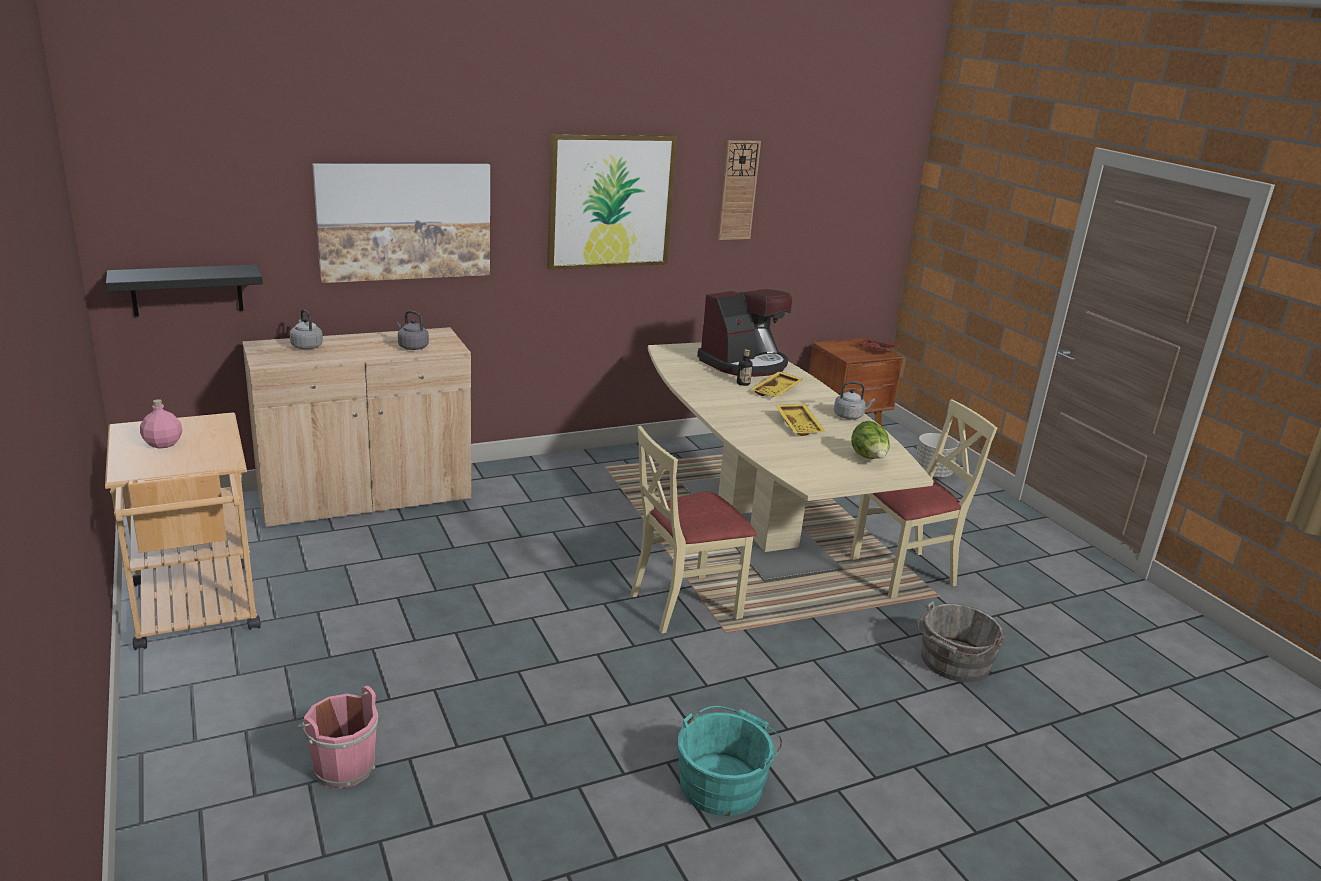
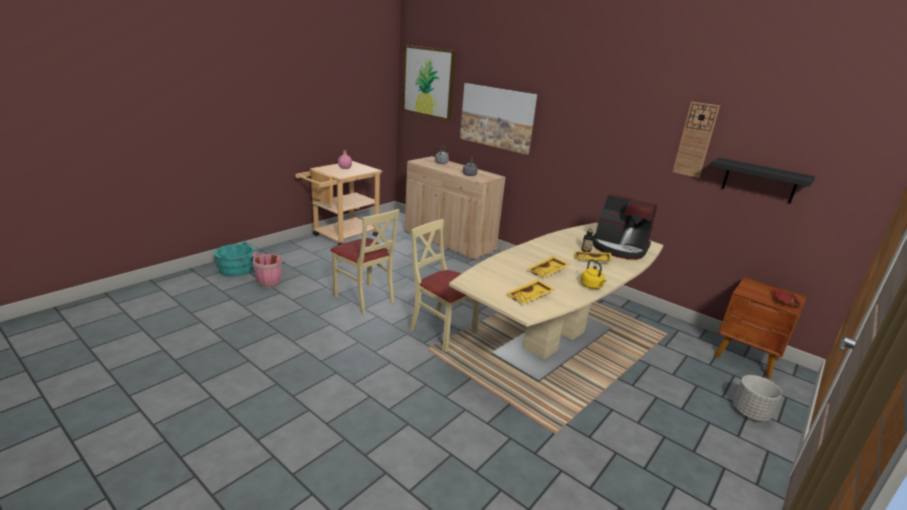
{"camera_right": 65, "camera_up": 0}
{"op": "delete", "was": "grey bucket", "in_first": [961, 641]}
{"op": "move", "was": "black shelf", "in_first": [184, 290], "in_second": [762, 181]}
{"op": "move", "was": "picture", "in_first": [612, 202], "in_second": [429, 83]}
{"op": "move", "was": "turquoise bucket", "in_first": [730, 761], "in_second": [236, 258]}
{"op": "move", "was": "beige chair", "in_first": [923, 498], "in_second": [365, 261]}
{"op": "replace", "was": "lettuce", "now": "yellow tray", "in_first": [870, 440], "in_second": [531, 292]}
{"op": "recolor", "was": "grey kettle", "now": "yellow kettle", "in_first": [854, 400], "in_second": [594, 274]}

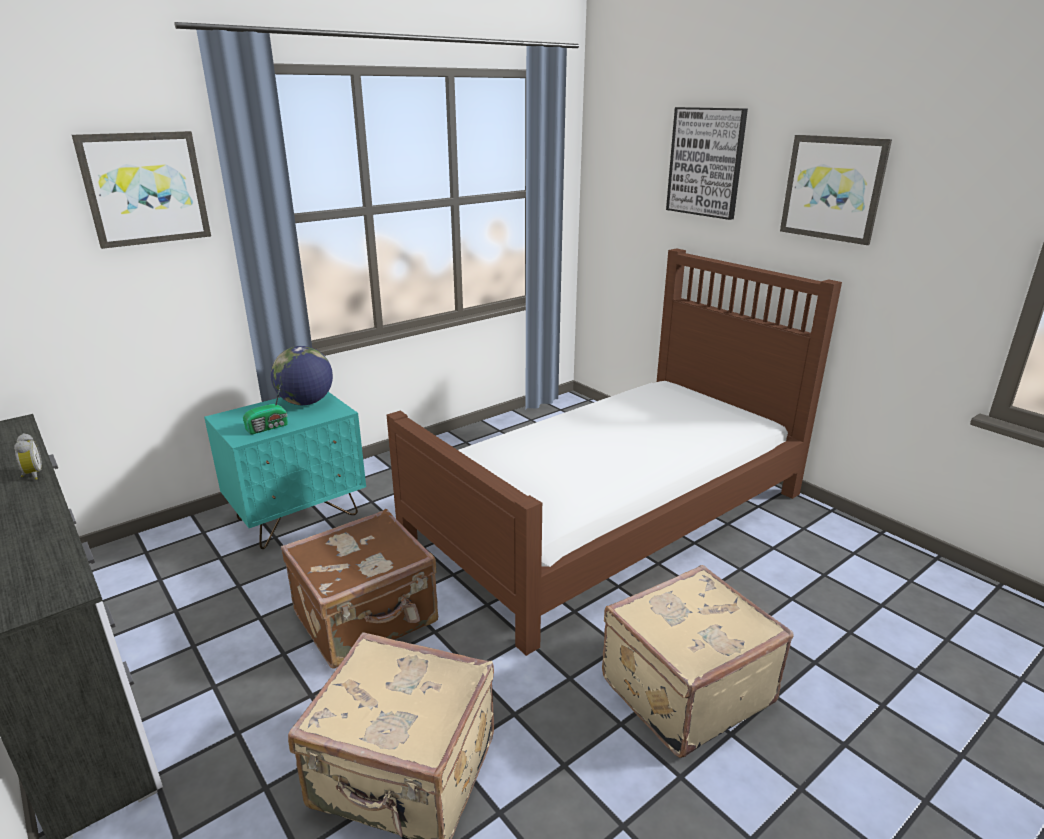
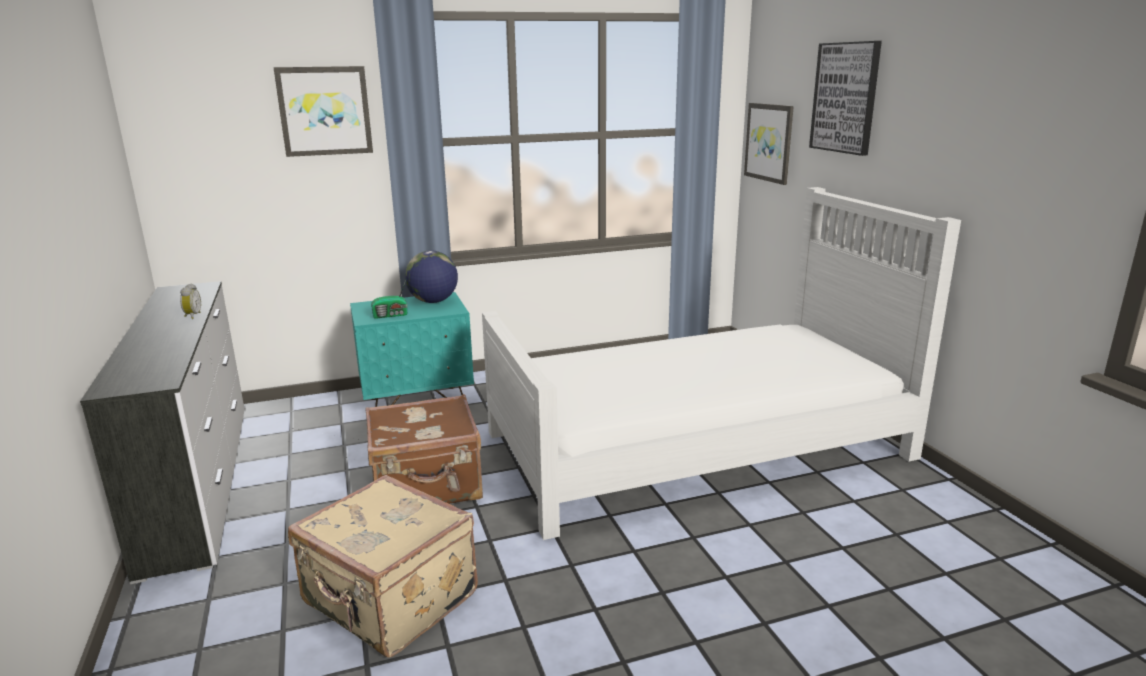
{"camera_right": 20, "camera_up": -5}
{"op": "delete", "was": "beige suitcase", "in_first": [697, 661]}
{"op": "move", "was": "picture", "in_first": [836, 190], "in_second": [769, 144]}
{"op": "recolor", "was": "brown bed", "now": "white bed", "in_first": [614, 452], "in_second": [721, 363]}

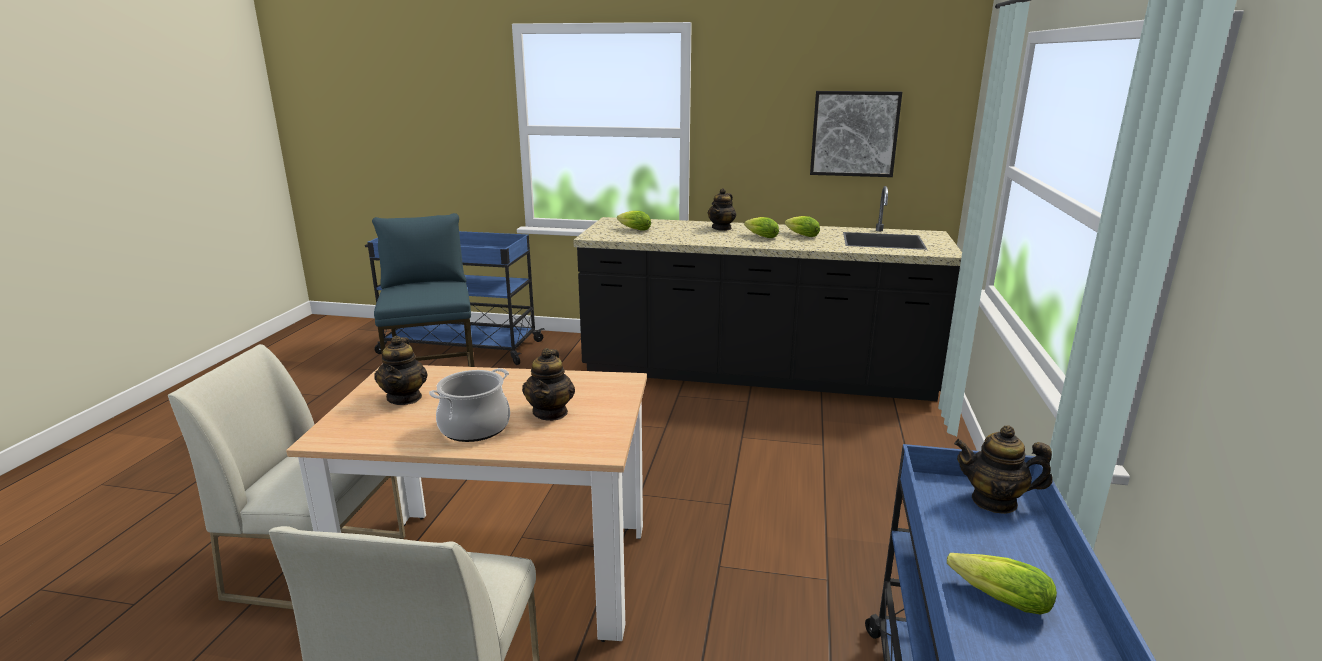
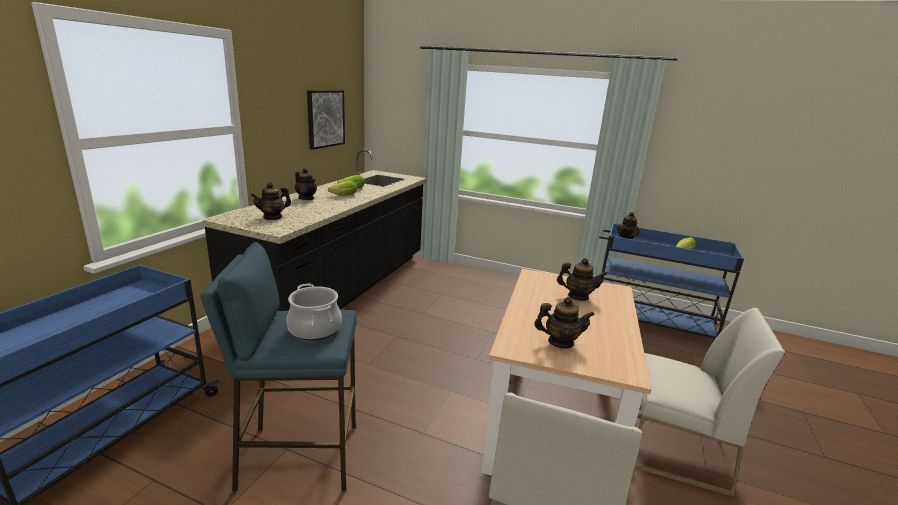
{"camera_right": -80, "camera_up": 0}
{"op": "move", "was": "cooking pot", "in_first": [469, 405], "in_second": [314, 312]}
{"op": "replace", "was": "lettuce", "now": "teapot", "in_first": [634, 221], "in_second": [271, 201]}

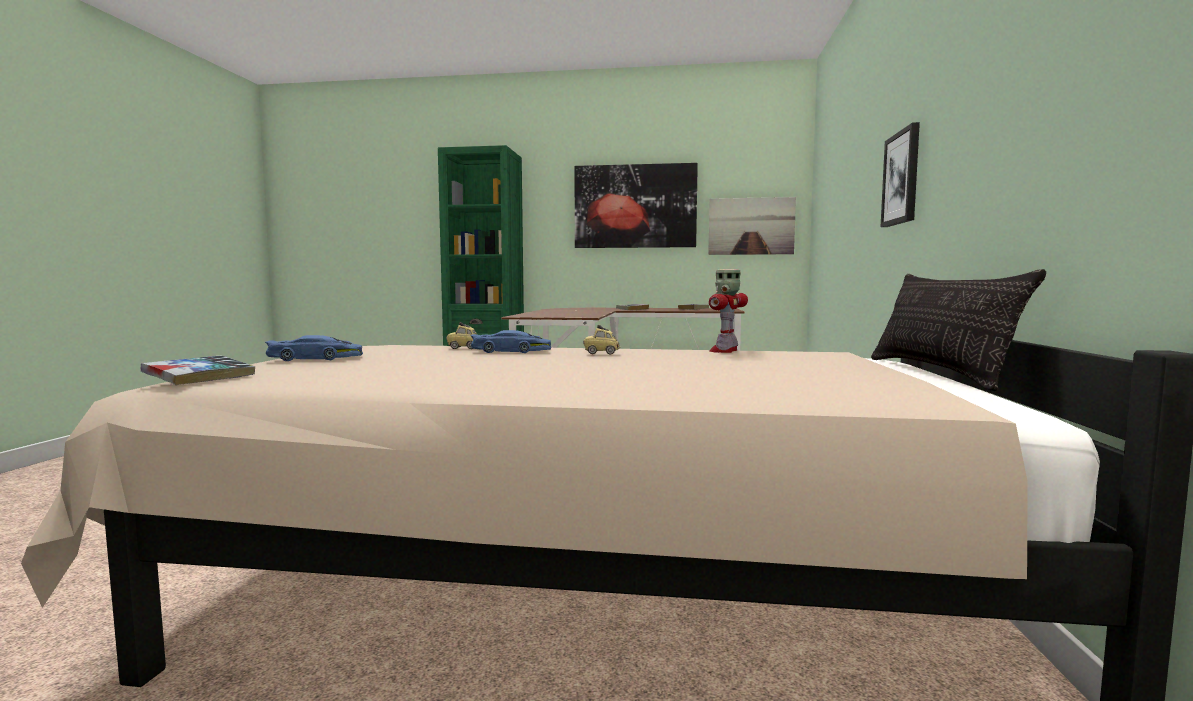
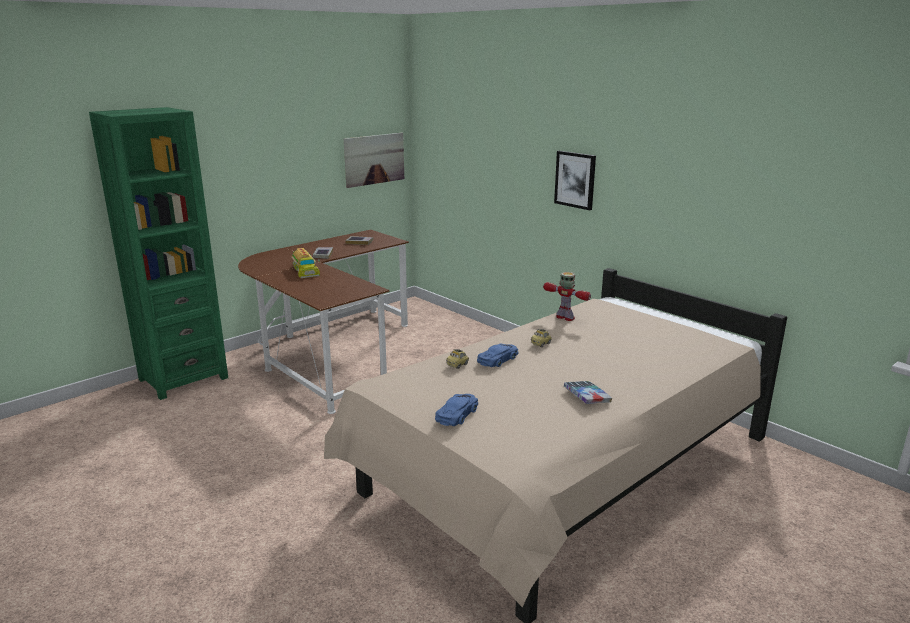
{"camera_right": -50, "camera_up": 15}
{"op": "delete", "was": "picture", "in_first": [636, 205]}
{"op": "delete", "was": "pillow", "in_first": [958, 330]}
{"op": "insert", "now": "toy truck", "in_second": [305, 263]}
{"op": "move", "was": "book", "in_first": [198, 370], "in_second": [588, 392]}
{"op": "rotate", "was": "toy robot", "in_first": [728, 311], "in_second": [567, 296], "clockwise": 150}

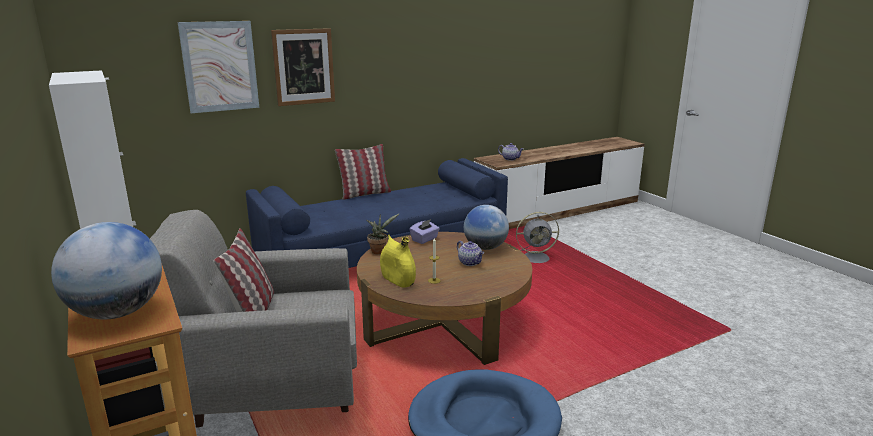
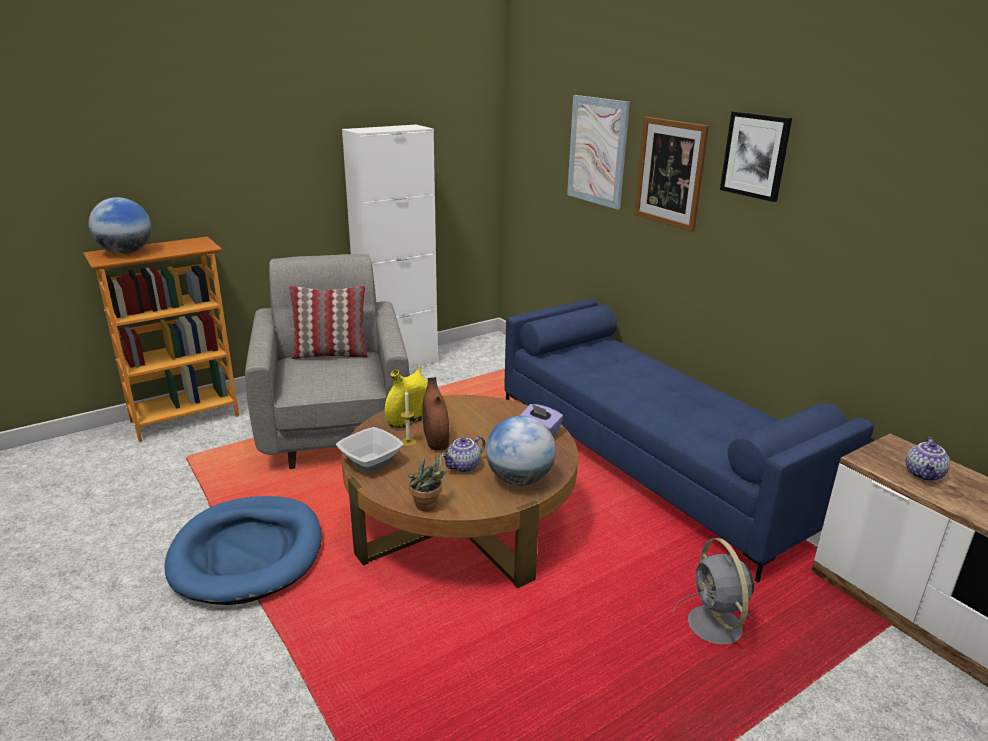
{"camera_right": 85, "camera_up": 5}
{"op": "delete", "was": "pillow", "in_first": [363, 172]}
{"op": "insert", "now": "bowl", "in_second": [370, 450]}
{"op": "insert", "now": "brown vase", "in_second": [435, 413]}
{"op": "insert", "now": "picture", "in_second": [756, 156]}
{"op": "move", "was": "potted plant", "in_first": [382, 234], "in_second": [428, 482]}

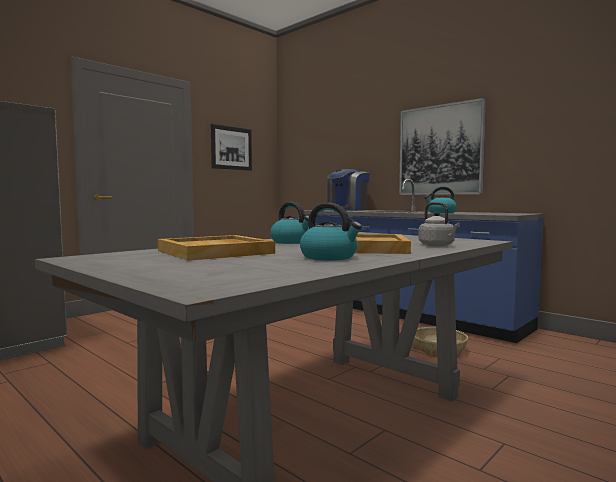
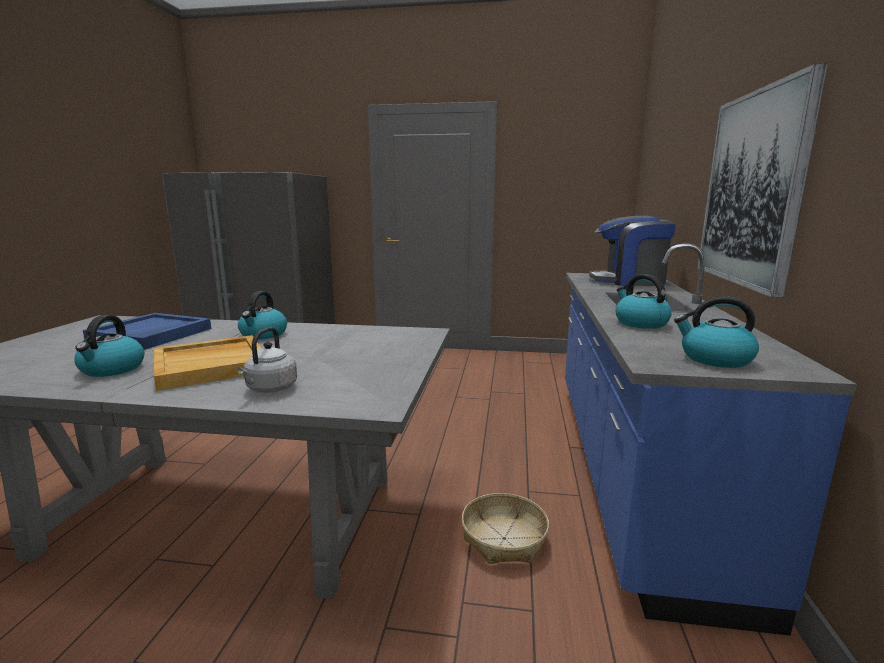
{"camera_right": 55, "camera_up": 10}
{"op": "delete", "was": "picture", "in_first": [231, 147]}
{"op": "insert", "now": "kettle", "in_second": [716, 332]}
{"op": "recolor", "was": "beige tray", "now": "blue tray", "in_first": [216, 248], "in_second": [147, 331]}

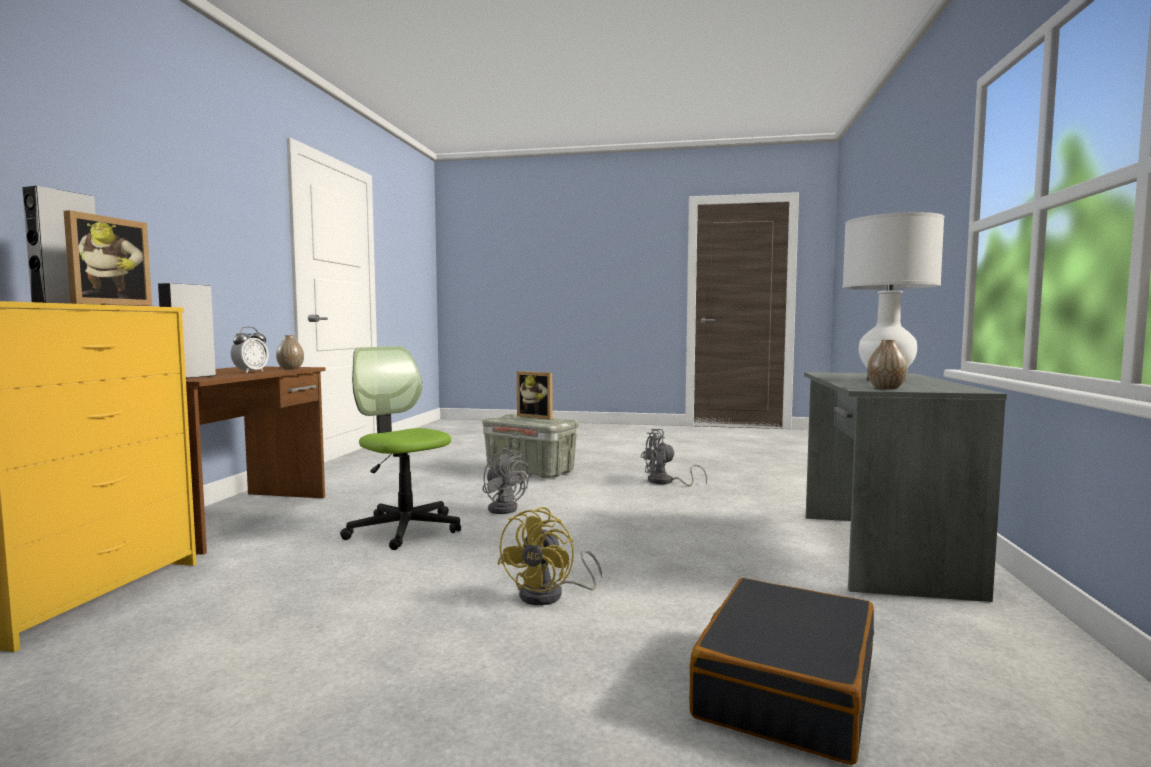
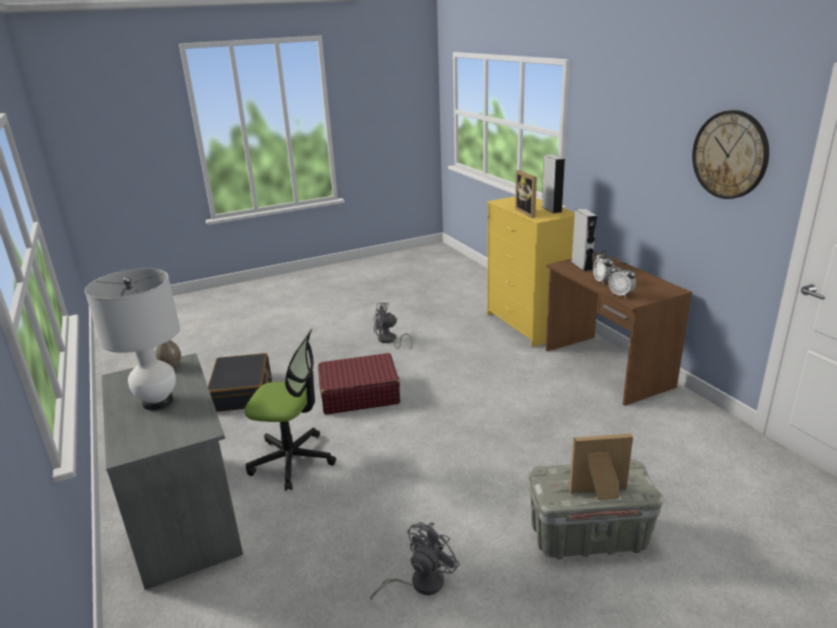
{"camera_right": 145, "camera_up": 20}
{"op": "insert", "now": "wall clock", "in_second": [730, 154]}
{"op": "move", "was": "office chair", "in_first": [400, 448], "in_second": [290, 410]}
{"op": "move", "was": "grey fan", "in_first": [505, 481], "in_second": [393, 325]}
{"op": "replace", "was": "vase", "now": "alarm clock", "in_first": [290, 352], "in_second": [622, 280]}
{"op": "replace", "was": "yellow fan", "now": "red suitcase", "in_first": [549, 556], "in_second": [359, 383]}

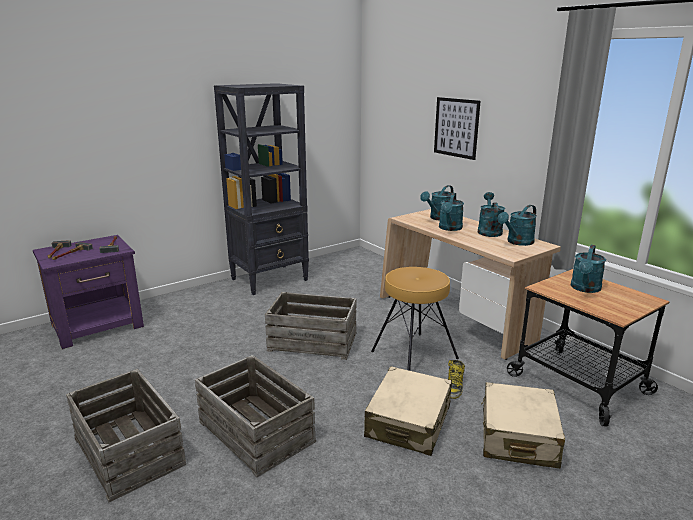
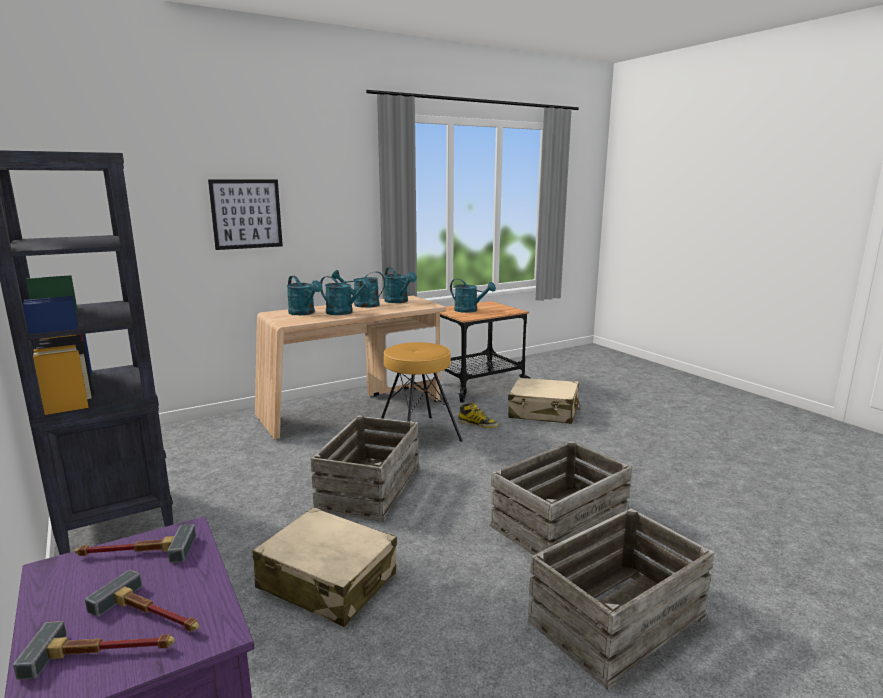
{"camera_right": -85, "camera_up": -5}
{"op": "move", "was": "beige suitcase", "in_first": [408, 411], "in_second": [325, 567]}

